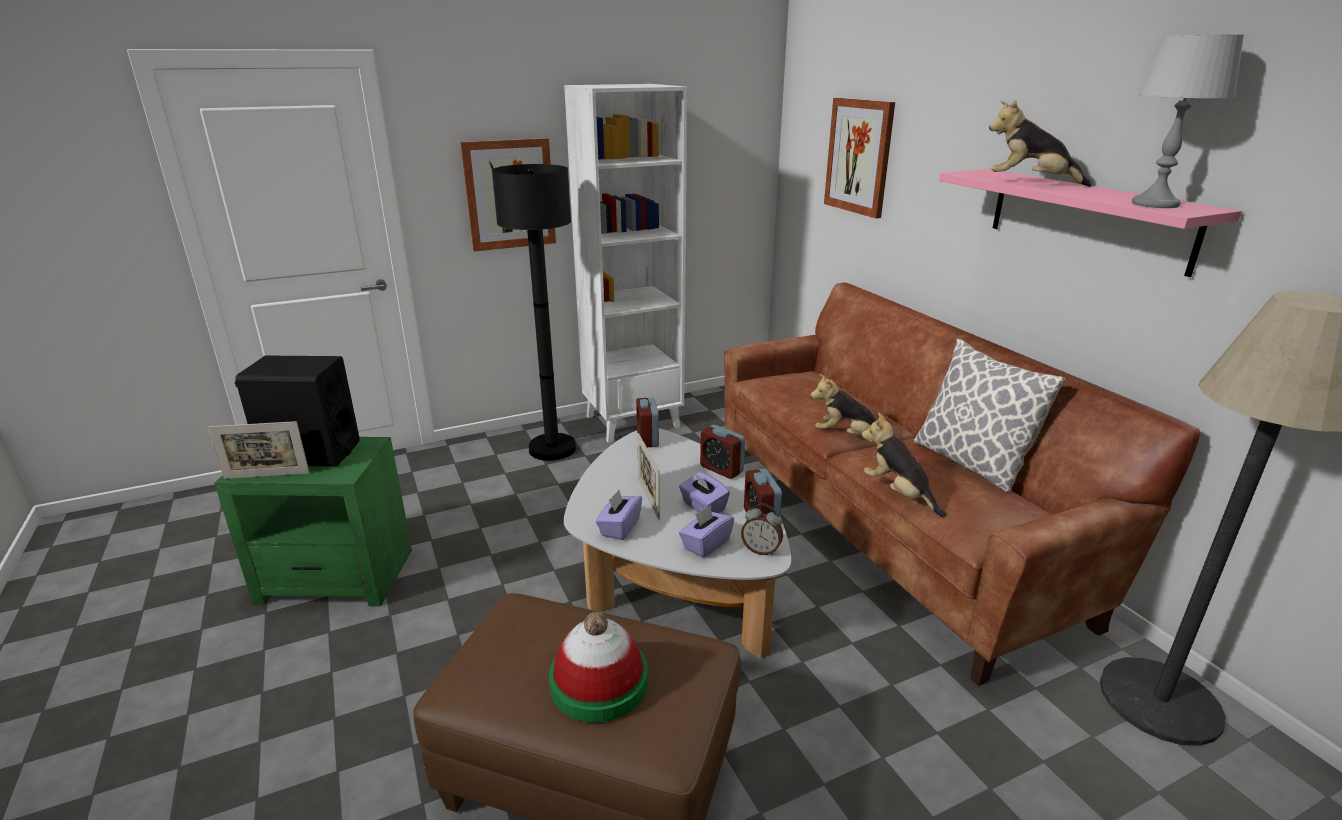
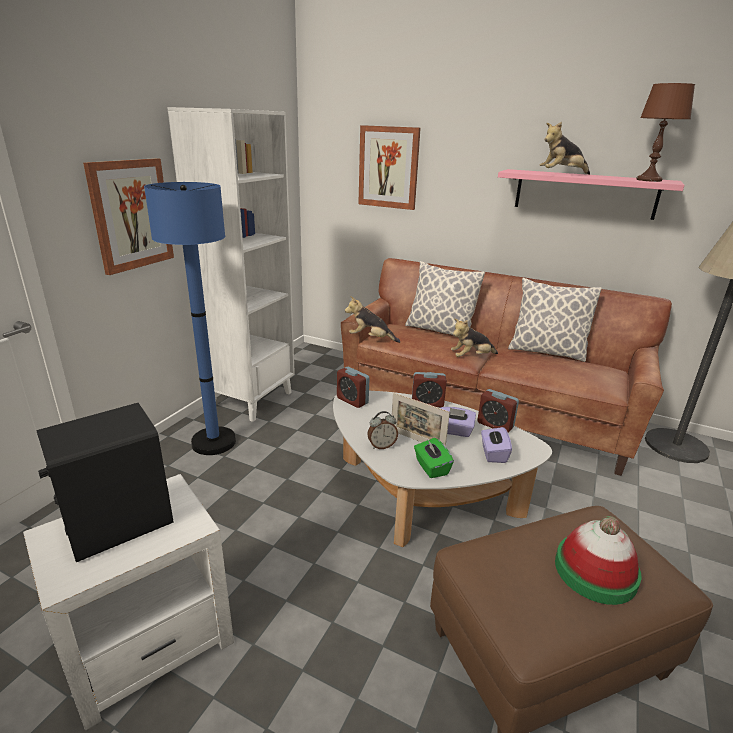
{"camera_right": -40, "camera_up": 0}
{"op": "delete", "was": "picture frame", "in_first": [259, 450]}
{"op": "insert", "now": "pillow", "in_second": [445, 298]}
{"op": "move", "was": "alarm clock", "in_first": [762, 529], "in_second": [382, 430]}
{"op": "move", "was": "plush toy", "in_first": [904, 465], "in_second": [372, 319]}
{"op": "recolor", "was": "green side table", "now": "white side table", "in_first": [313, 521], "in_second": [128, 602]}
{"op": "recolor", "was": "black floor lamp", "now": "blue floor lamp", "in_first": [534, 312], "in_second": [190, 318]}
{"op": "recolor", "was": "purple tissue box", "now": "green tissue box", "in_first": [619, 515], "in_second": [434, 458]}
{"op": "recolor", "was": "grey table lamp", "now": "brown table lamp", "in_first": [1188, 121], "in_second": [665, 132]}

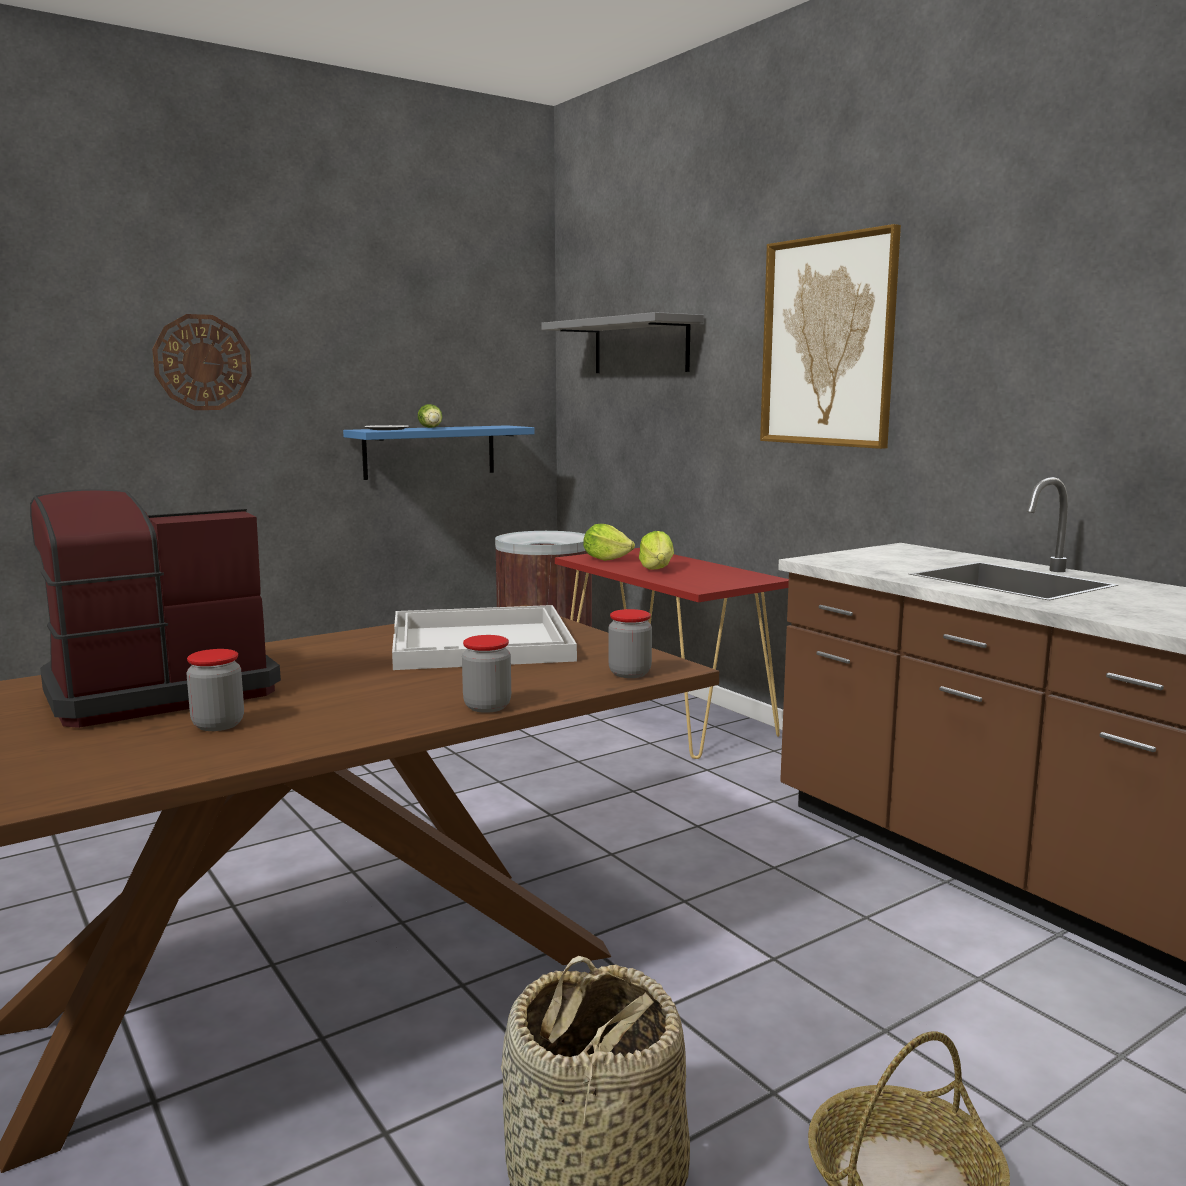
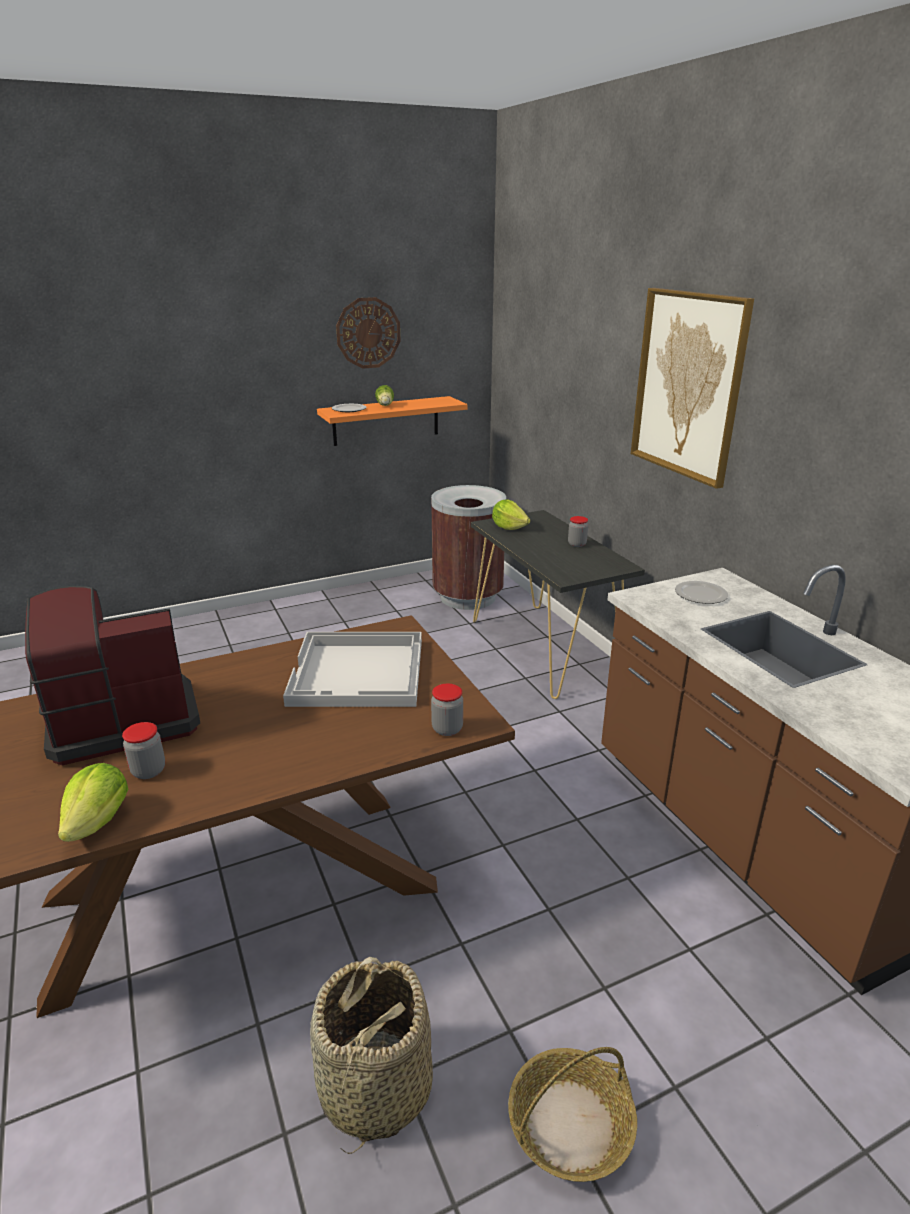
{"camera_right": 10, "camera_up": 15}
{"op": "delete", "was": "grey shelf", "in_first": [622, 342]}
{"op": "insert", "now": "plate", "in_second": [701, 592]}
{"op": "move", "was": "wall clock", "in_first": [202, 362], "in_second": [368, 333]}
{"op": "move", "was": "jar", "in_first": [486, 674], "in_second": [578, 531]}
{"op": "move", "was": "lettuce", "in_first": [656, 550], "in_second": [93, 802]}
{"op": "recolor", "was": "blue shelf", "now": "orange shelf", "in_first": [439, 452], "in_second": [392, 421]}
{"op": "recolor", "was": "red console table", "now": "black console table", "in_first": [672, 653], "in_second": [558, 604]}

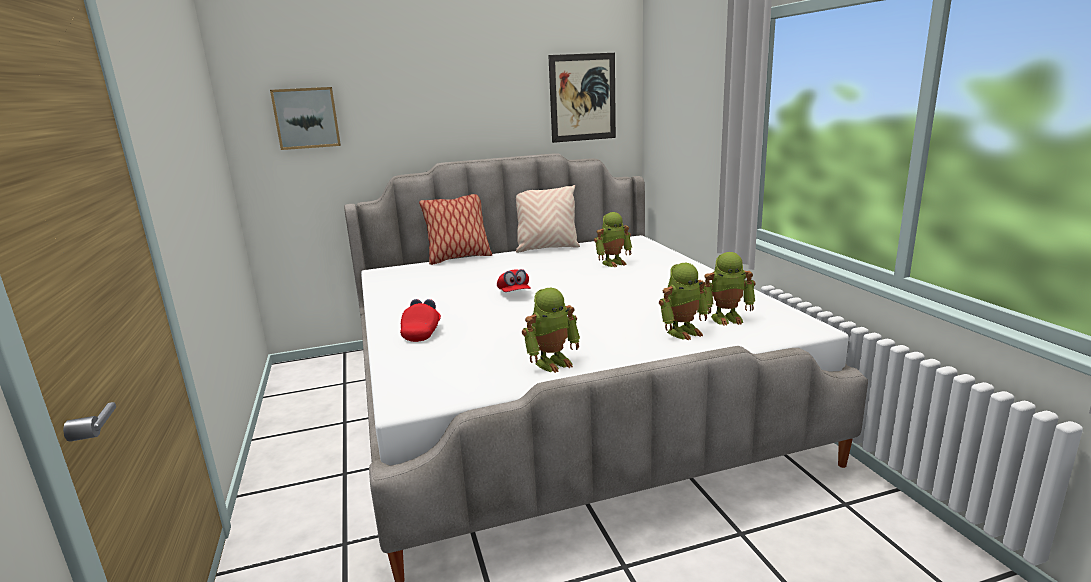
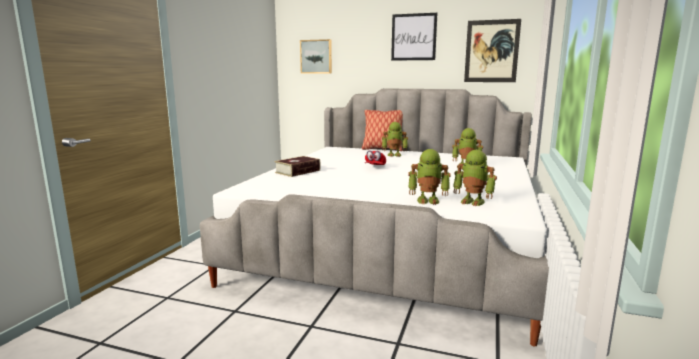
{"camera_right": 35, "camera_up": -5}
{"op": "delete", "was": "beige pillow", "in_first": [548, 219]}
{"op": "insert", "now": "picture", "in_second": [414, 37]}
{"op": "move", "was": "toy robot", "in_first": [551, 330], "in_second": [395, 139]}
{"op": "replace", "was": "red cap", "now": "book", "in_first": [420, 320], "in_second": [297, 166]}

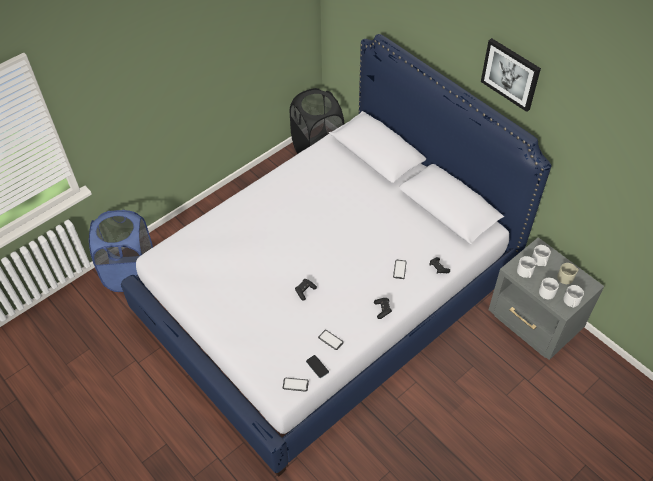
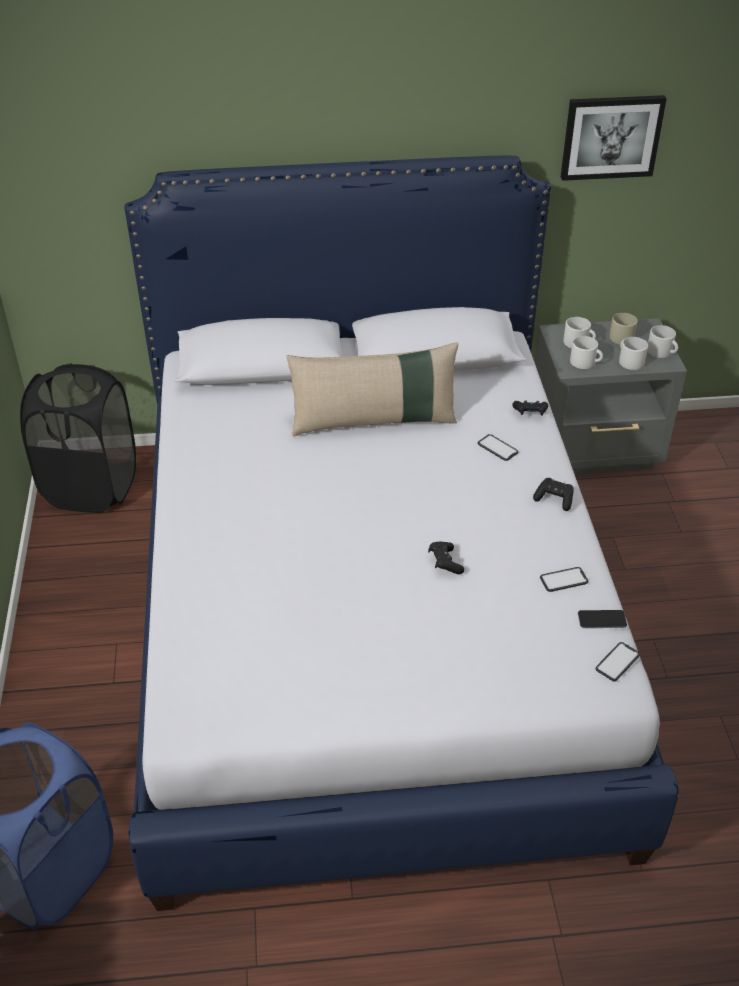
{"camera_right": -55, "camera_up": -10}
{"op": "insert", "now": "beige pillow", "in_second": [372, 389]}
{"op": "move", "was": "picture", "in_first": [511, 75], "in_second": [614, 138]}

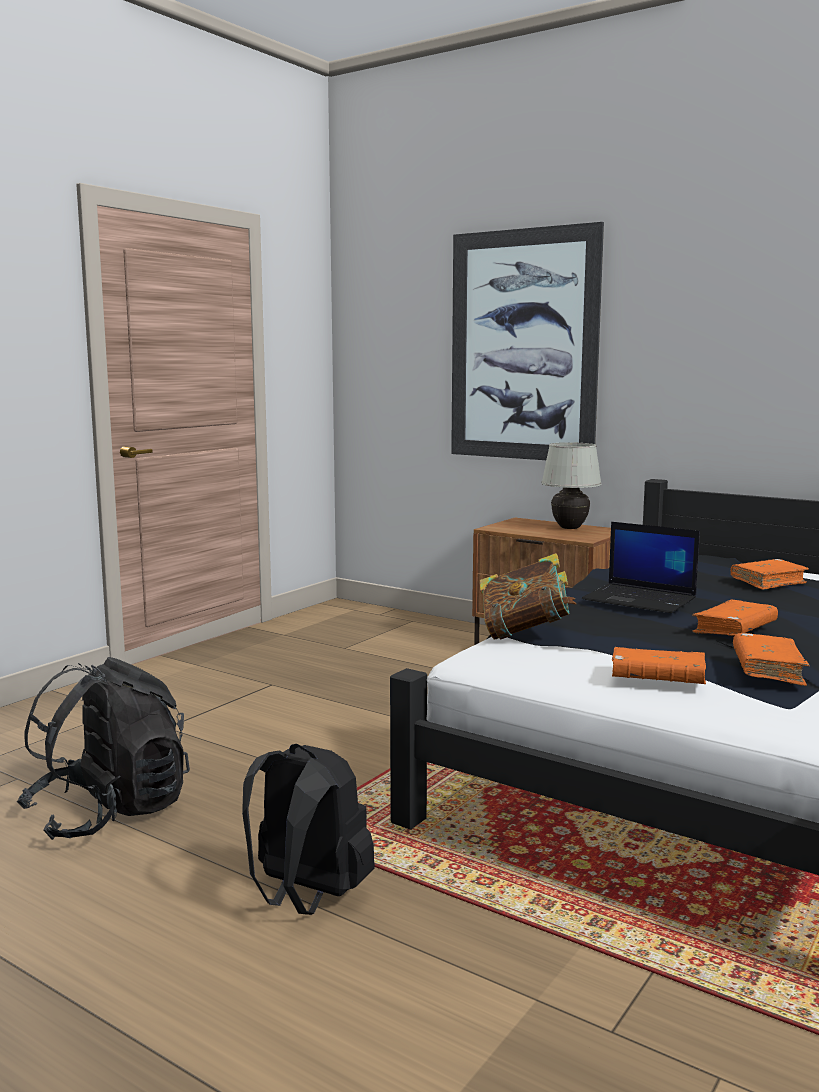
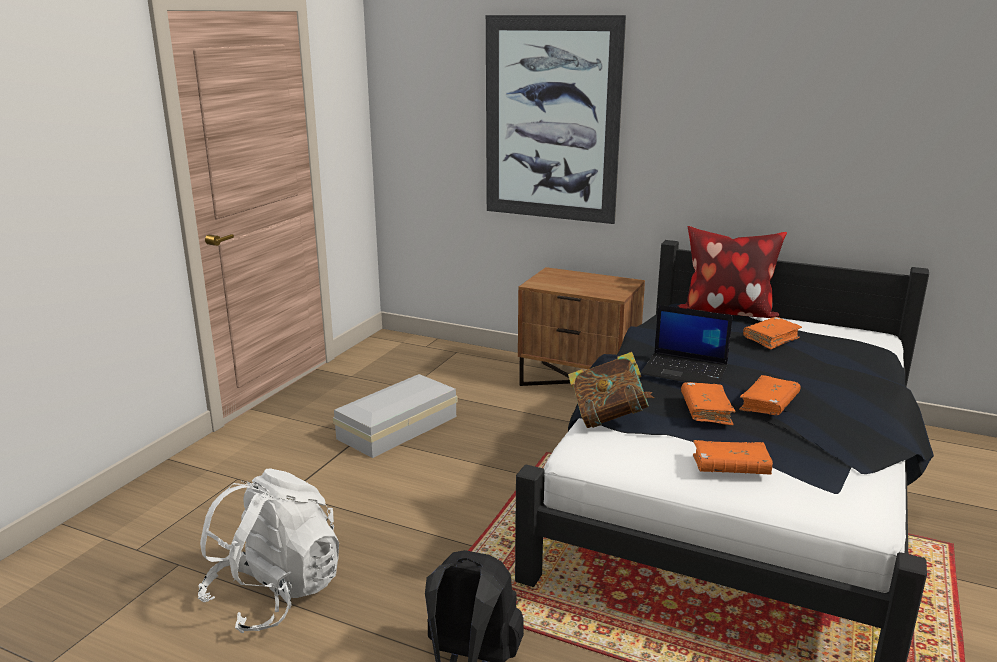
{"camera_right": -10, "camera_up": 10}
{"op": "delete", "was": "white table lamp", "in_first": [572, 485]}
{"op": "insert", "now": "white storage box", "in_second": [395, 416]}
{"op": "insert", "now": "pillow", "in_second": [732, 272]}
{"op": "move", "was": "orange book", "in_first": [771, 659], "in_second": [708, 403]}
{"op": "recolor", "was": "black backpack", "now": "white backpack", "in_first": [103, 748], "in_second": [268, 550]}

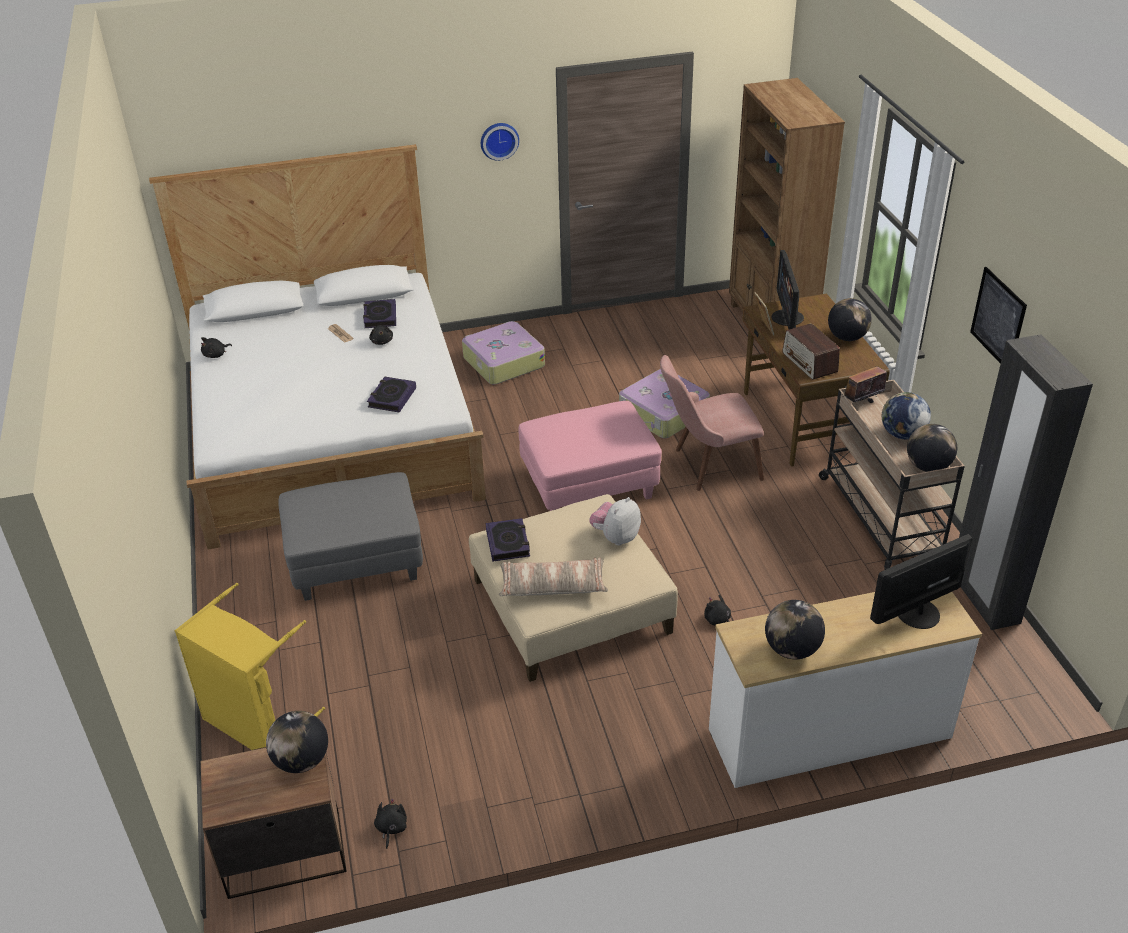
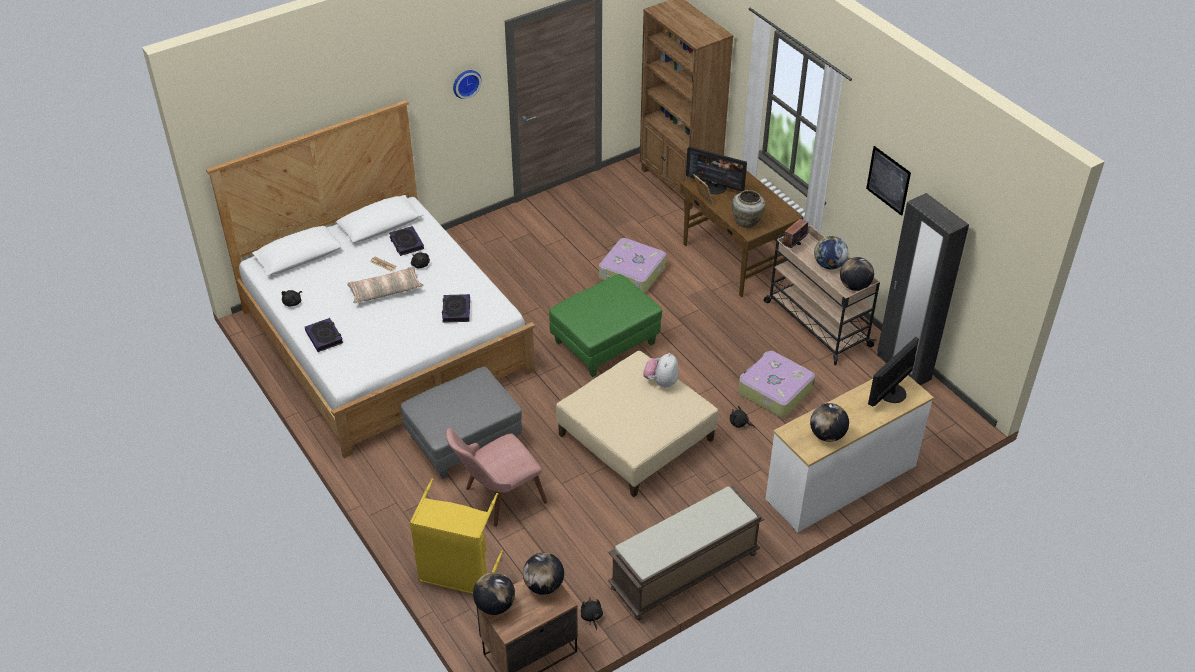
{"camera_right": -20, "camera_up": 5}
{"op": "insert", "now": "brown bench", "in_second": [686, 553]}
{"op": "move", "was": "suitcase", "in_first": [503, 352], "in_second": [776, 384]}
{"op": "move", "was": "book", "in_first": [508, 540], "in_second": [324, 335]}
{"op": "move", "was": "pillow", "in_first": [553, 576], "in_second": [385, 285]}
{"op": "move", "was": "pink chair", "in_first": [712, 423], "in_second": [496, 477]}
{"op": "move", "was": "globe", "in_first": [850, 319], "in_second": [494, 593]}
{"op": "replace", "was": "radio", "now": "beige vase", "in_first": [811, 351], "in_second": [748, 209]}
{"op": "recolor", "was": "pink ottoman", "now": "green ottoman", "in_first": [590, 456], "in_second": [605, 325]}
{"op": "rotate", "was": "monitor", "in_first": [788, 290], "in_second": [716, 170], "clockwise": -45}

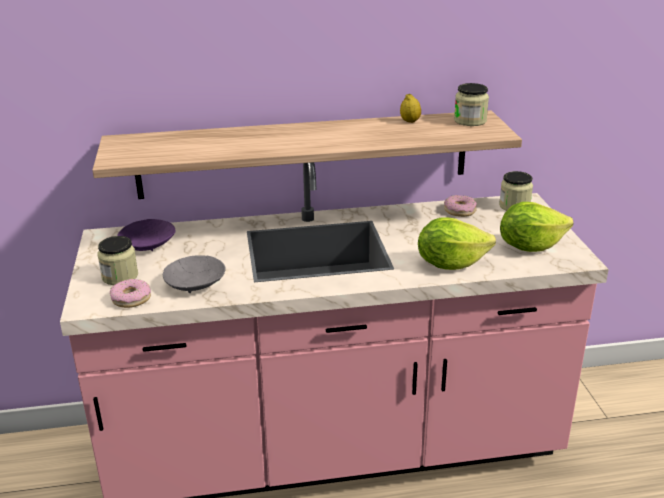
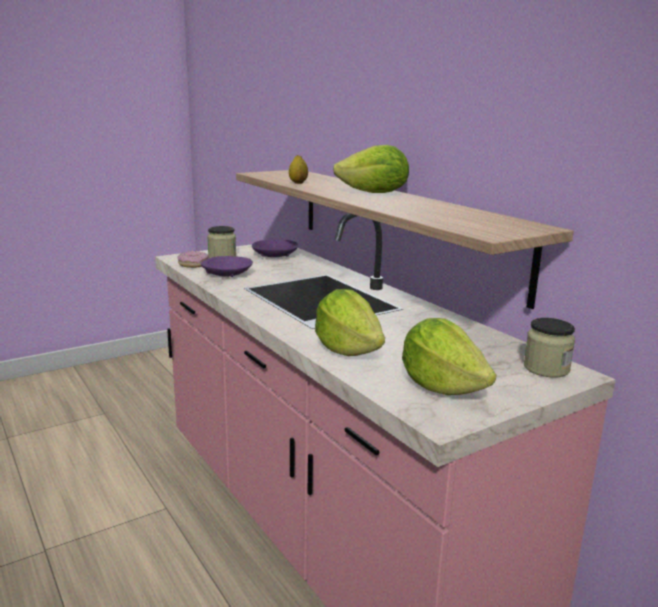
{"camera_right": 65, "camera_up": -10}
{"op": "delete", "was": "donut", "in_first": [460, 206]}
{"op": "delete", "was": "jar", "in_first": [471, 104]}
{"op": "insert", "now": "lettuce", "in_second": [371, 169]}
{"op": "move", "was": "lemon", "in_first": [410, 108], "in_second": [298, 169]}
{"op": "recolor", "was": "grey bowl", "now": "purple bowl", "in_first": [194, 274], "in_second": [226, 266]}

